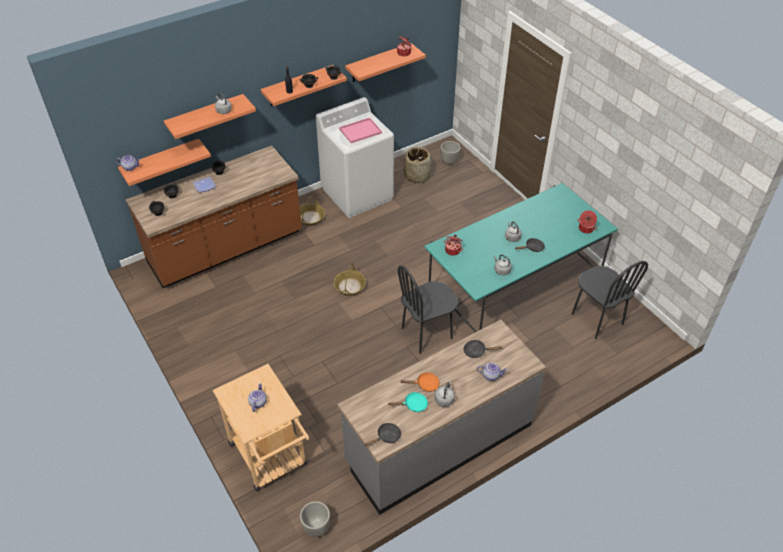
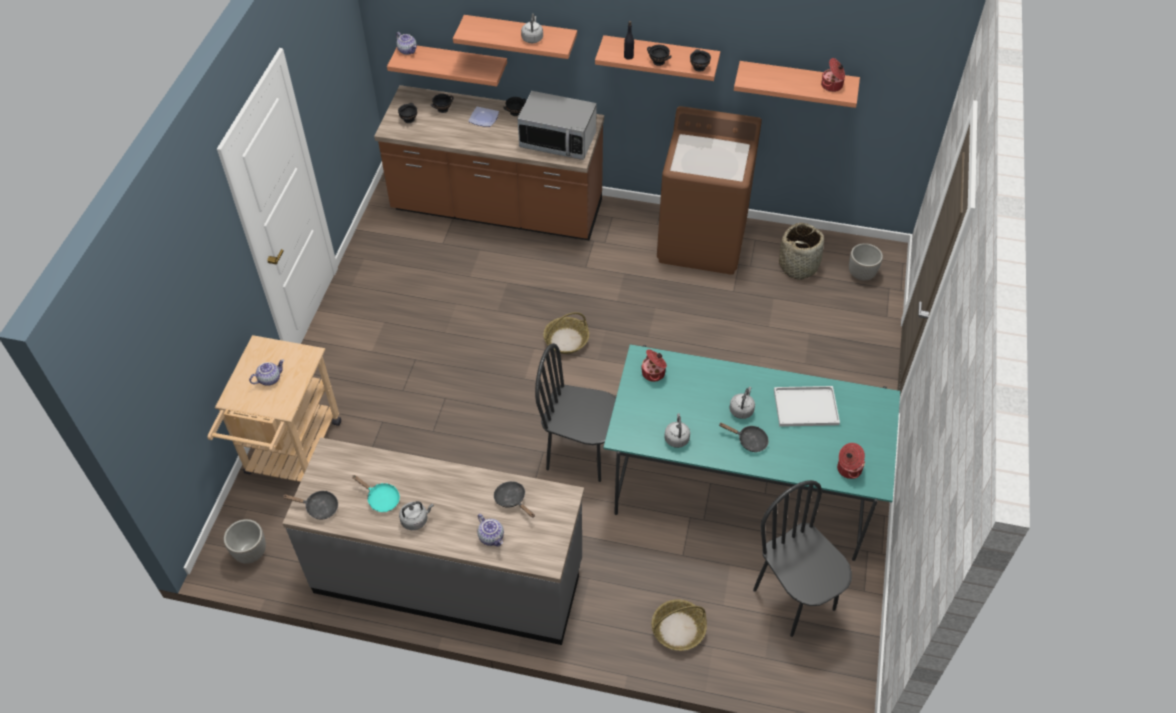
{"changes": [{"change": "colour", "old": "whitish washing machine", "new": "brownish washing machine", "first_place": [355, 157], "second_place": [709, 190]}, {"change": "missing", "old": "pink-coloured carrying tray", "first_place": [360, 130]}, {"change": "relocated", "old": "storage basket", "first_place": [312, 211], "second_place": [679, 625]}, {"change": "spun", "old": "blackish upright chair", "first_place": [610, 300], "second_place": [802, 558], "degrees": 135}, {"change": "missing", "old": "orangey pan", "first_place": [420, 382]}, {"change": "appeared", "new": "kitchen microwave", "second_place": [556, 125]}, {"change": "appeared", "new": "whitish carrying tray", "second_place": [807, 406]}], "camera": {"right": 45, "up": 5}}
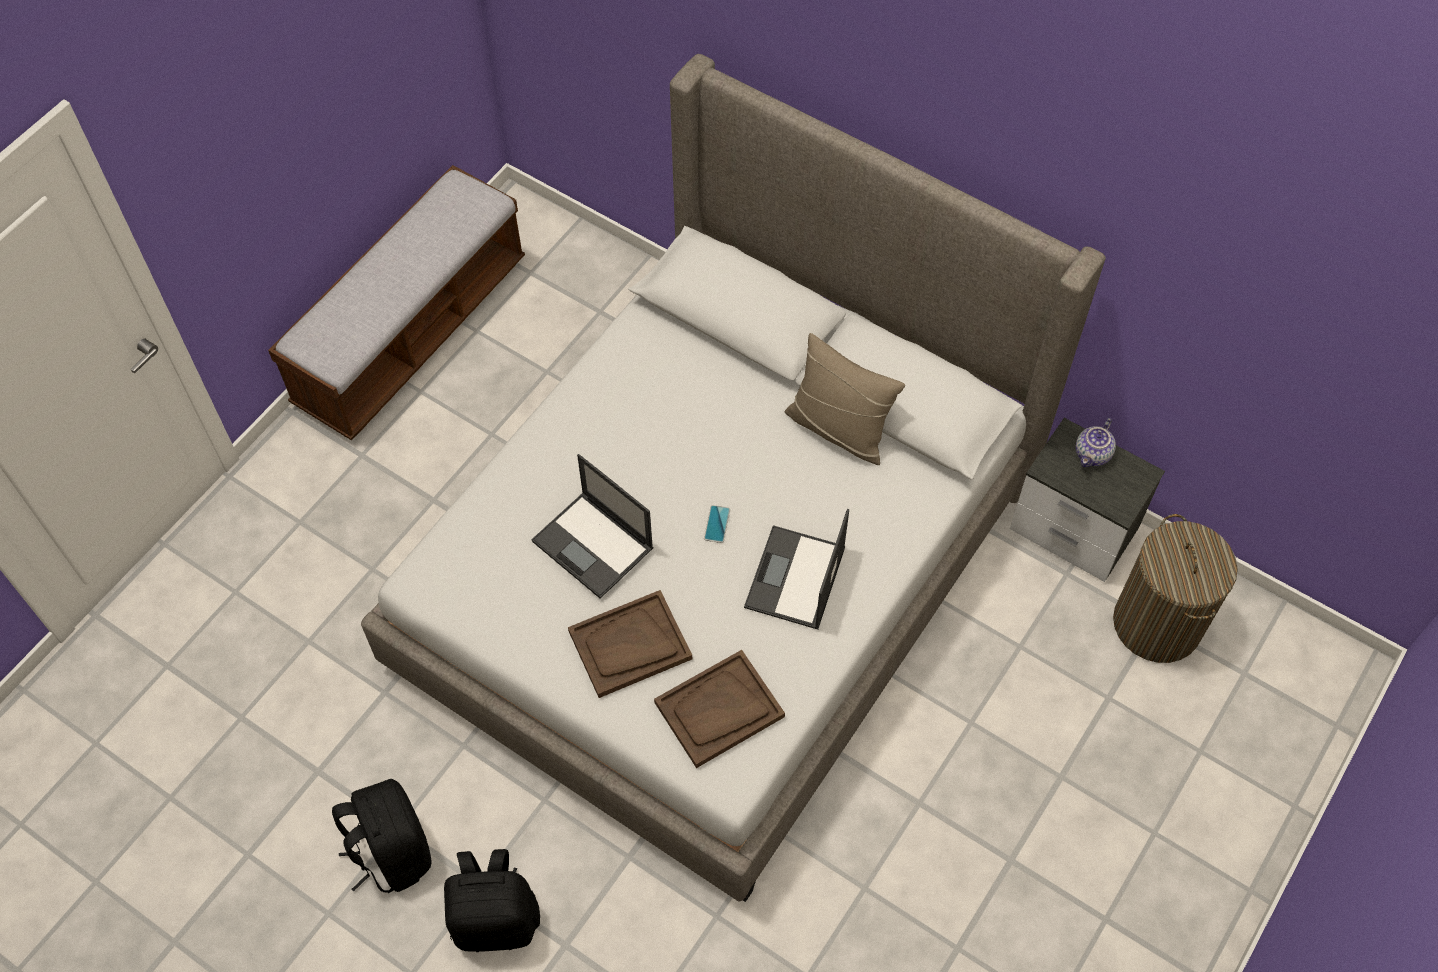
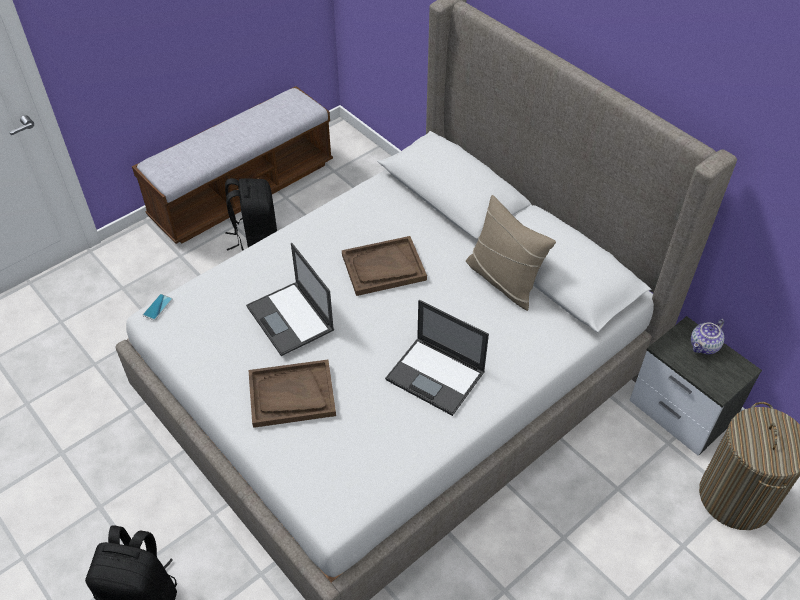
{"changes": [{"change": "relocated", "old": "handset", "first_place": [717, 524], "second_place": [158, 307]}, {"change": "spun", "old": "laptop", "first_place": [796, 569], "second_place": [437, 358], "degrees": -90}, {"change": "relocated", "old": "brownish carrying tray", "first_place": [719, 709], "second_place": [384, 266]}, {"change": "relocated", "old": "blackish knapsack", "first_place": [381, 836], "second_place": [251, 214]}], "camera": {"right": 15, "up": -10}}
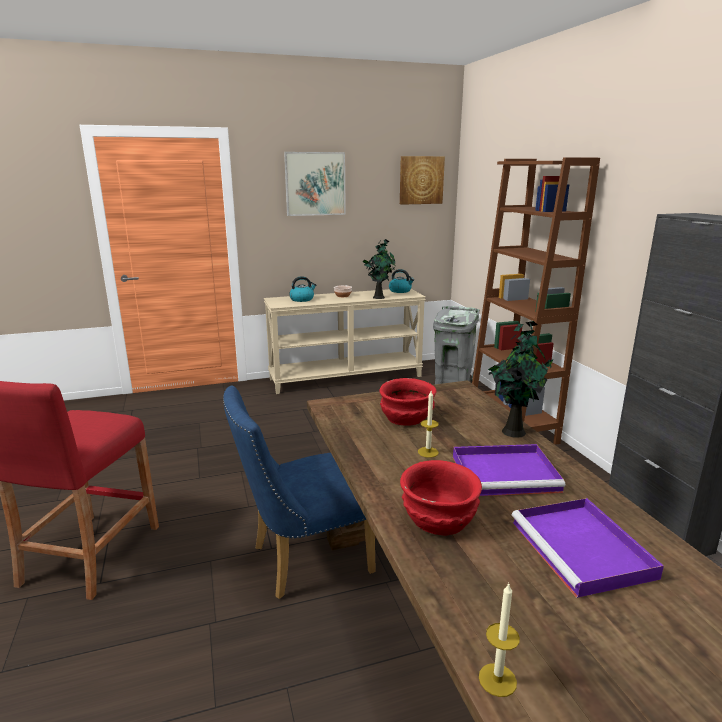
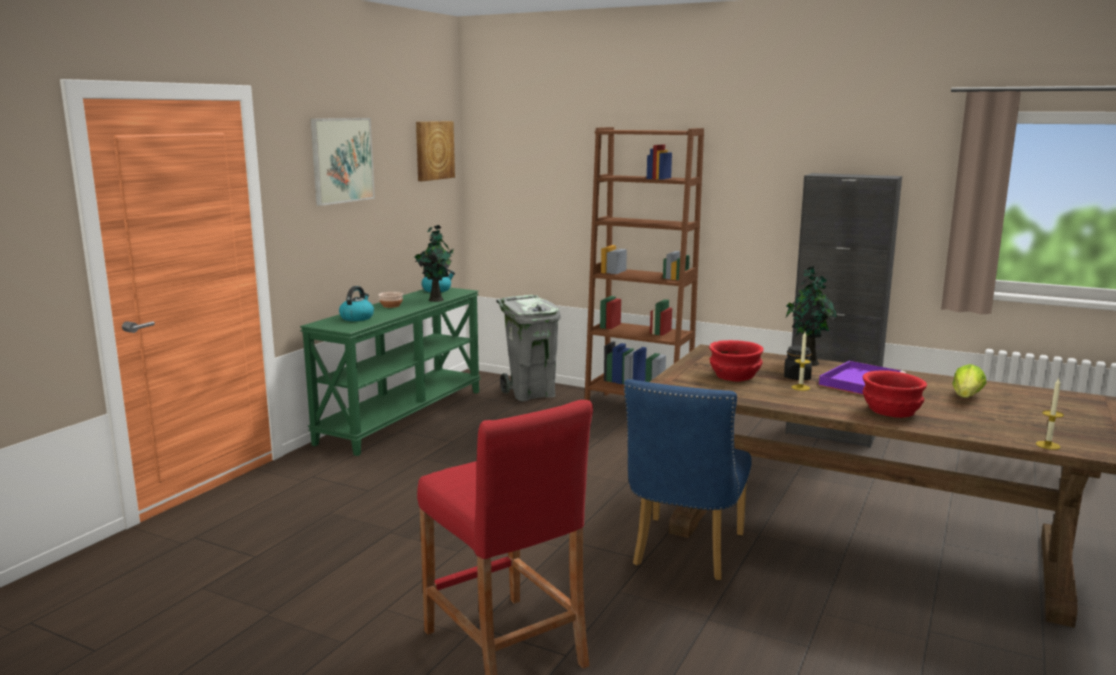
{"changes": [{"change": "colour", "old": "beige-coloured hall table", "new": "green hall table", "first_place": [345, 341], "second_place": [390, 372]}, {"change": "exchanged", "old": "purple-coloured carrying tray", "new": "lettuce head", "first_place": [588, 548], "second_place": [969, 381]}, {"change": "appeared", "new": "blackish storage jar", "second_place": [798, 362]}], "camera": {"right": -45, "up": -5}}
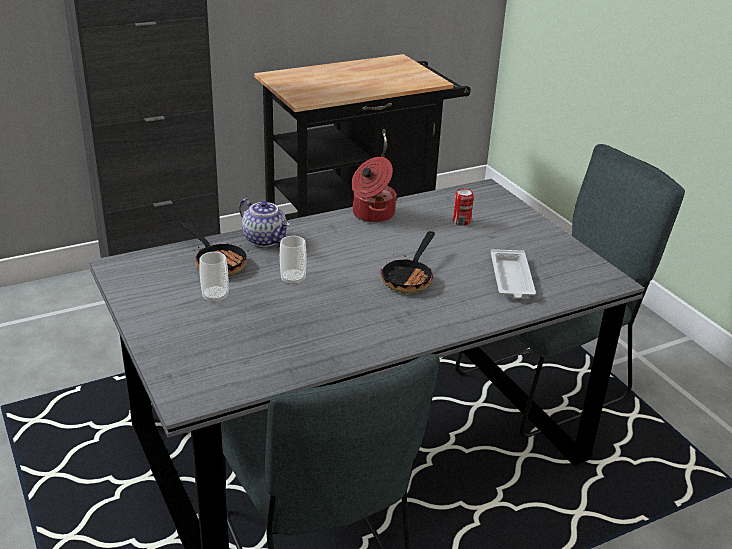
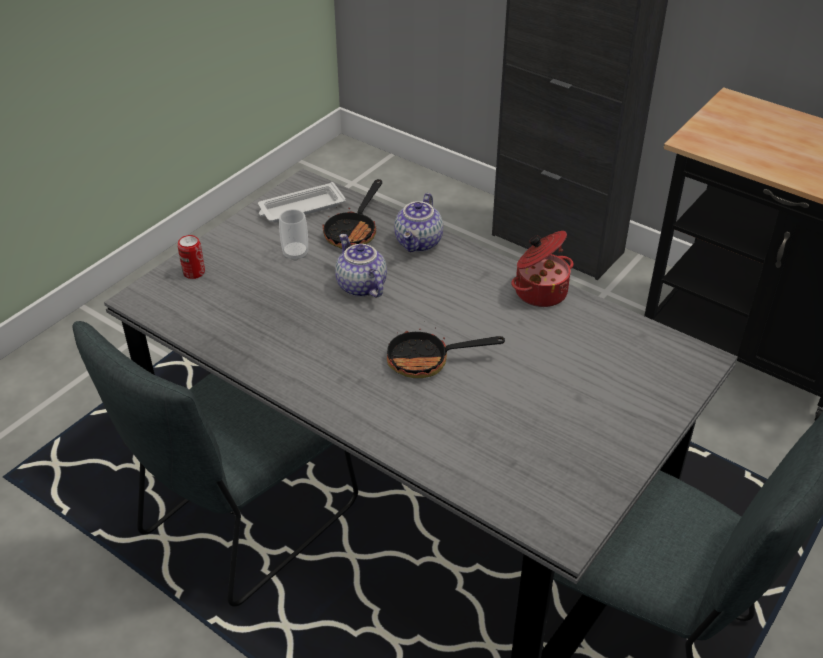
{"changes": [{"change": "relocated", "old": "can", "first_place": [463, 207], "second_place": [191, 257]}, {"change": "exchanged", "old": "small cup", "new": "teapot", "first_place": [293, 260], "second_place": [361, 266]}, {"change": "relocated", "old": "whitish carrying tray", "first_place": [513, 273], "second_place": [302, 202]}], "camera": {"right": 65, "up": 10}}
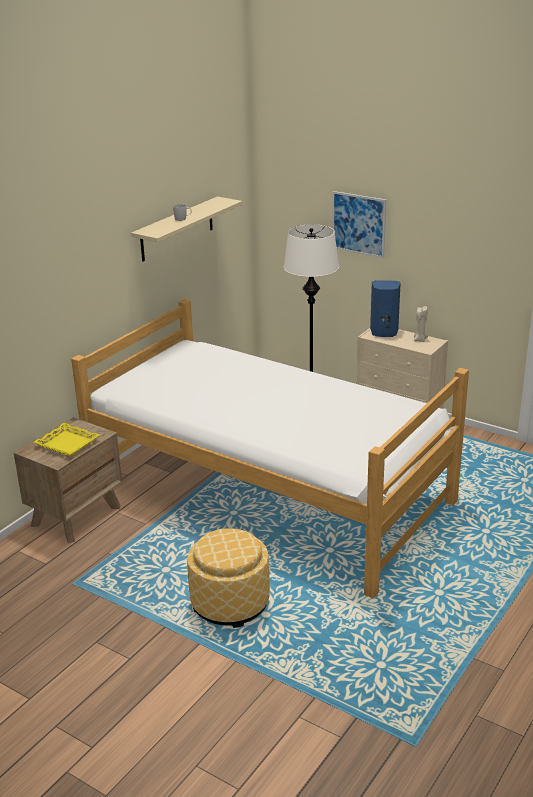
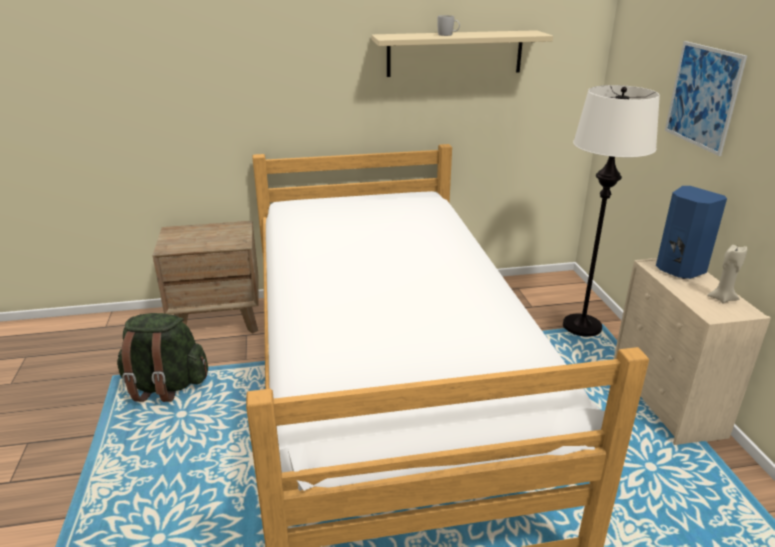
{"changes": [{"change": "missing", "old": "yellow-coloured carrying tray", "first_place": [67, 439]}, {"change": "missing", "old": "footrest", "first_place": [228, 578]}, {"change": "appeared", "new": "green knapsack", "second_place": [162, 357]}], "camera": {"right": 45, "up": 0}}
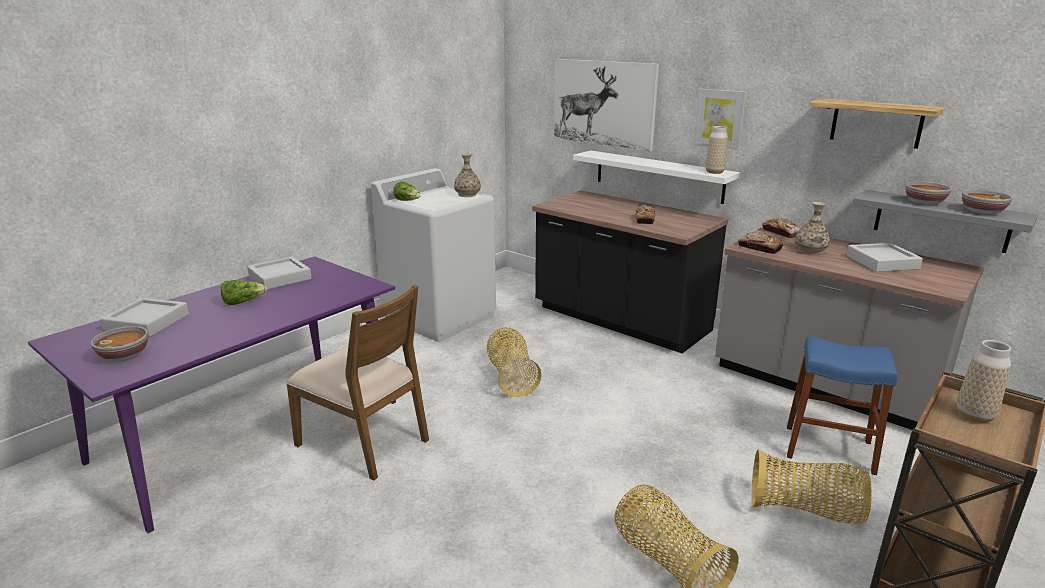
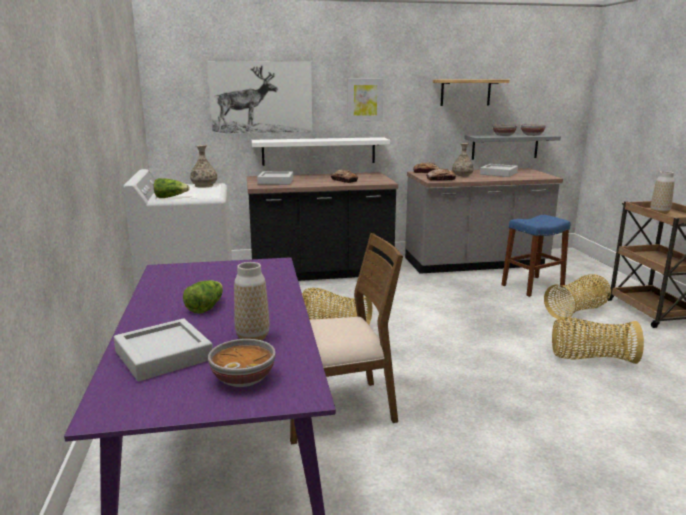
{"changes": [{"change": "relocated", "old": "flower vase", "first_place": [716, 150], "second_place": [251, 301]}, {"change": "relocated", "old": "greyish carrying tray", "first_place": [279, 273], "second_place": [275, 178]}], "camera": {"right": -50, "up": -5}}
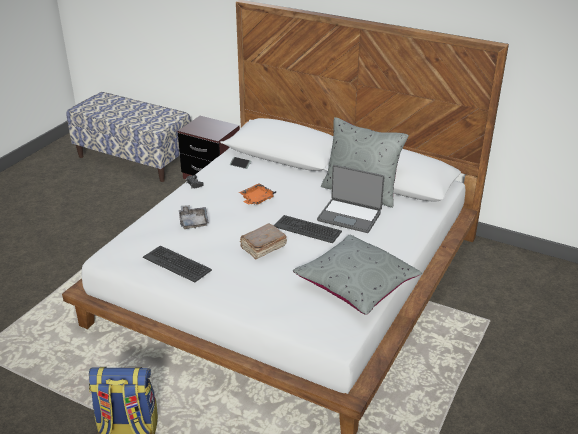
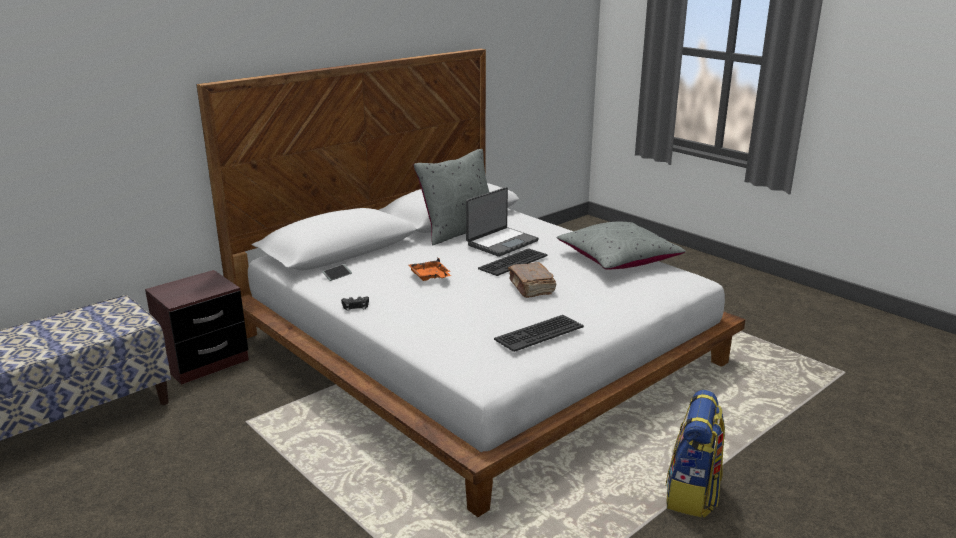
{"changes": [{"change": "missing", "old": "greyish carrying tray", "first_place": [194, 217]}], "camera": {"right": -70, "up": -10}}
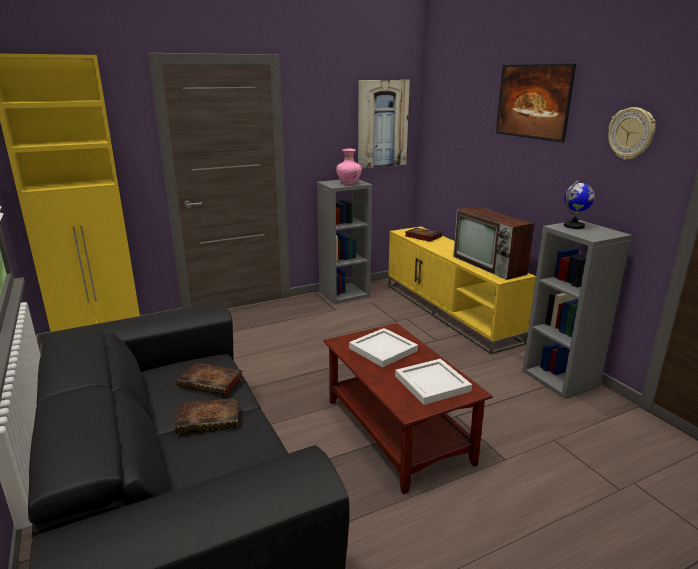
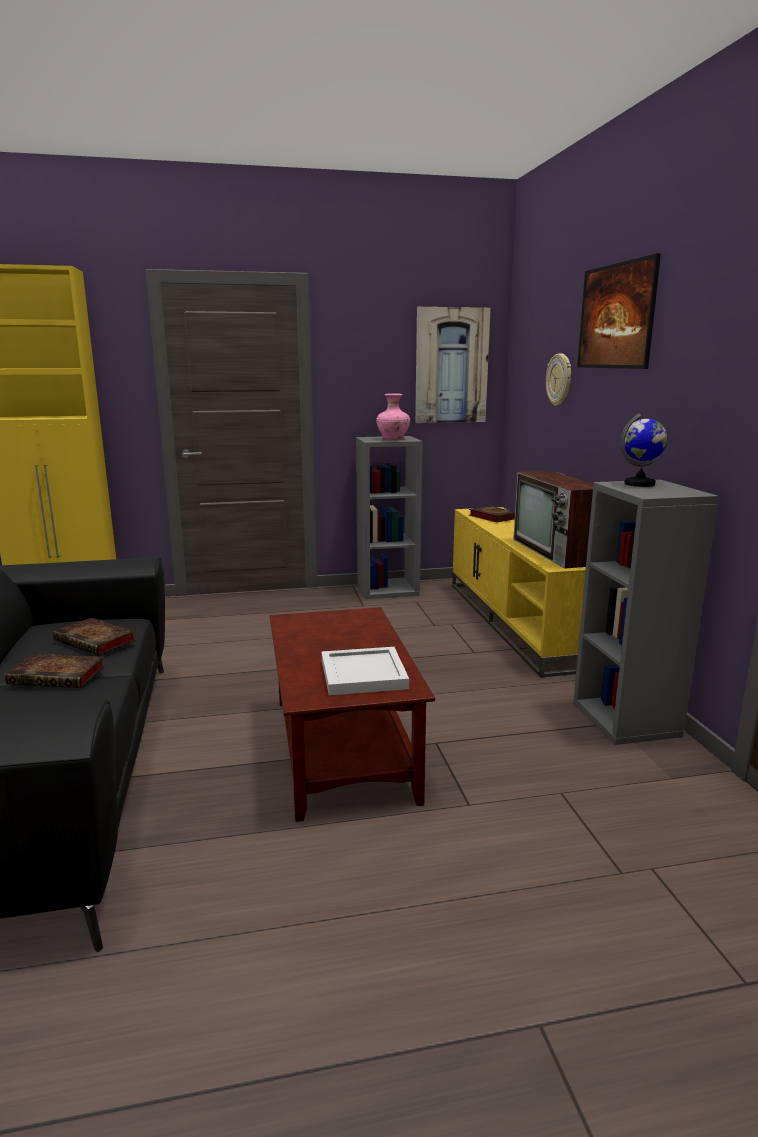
{"changes": [{"change": "relocated", "old": "hanging clock", "first_place": [632, 133], "second_place": [558, 379]}, {"change": "missing", "old": "whitish carrying tray", "first_place": [383, 348]}], "camera": {"right": 15, "up": -5}}
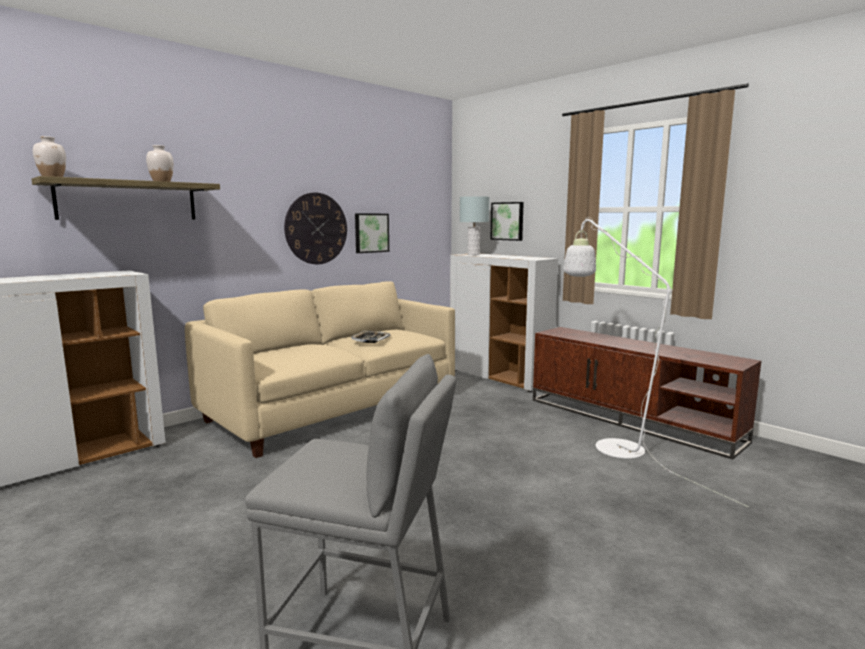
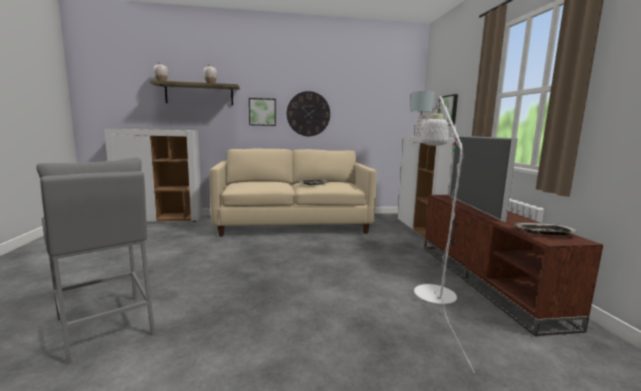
{"changes": [{"change": "relocated", "old": "picture", "first_place": [372, 233], "second_place": [262, 112]}, {"change": "appeared", "new": "television", "second_place": [483, 179]}, {"change": "appeared", "new": "carrying tray", "second_place": [547, 229]}], "camera": {"right": 35, "up": 0}}
